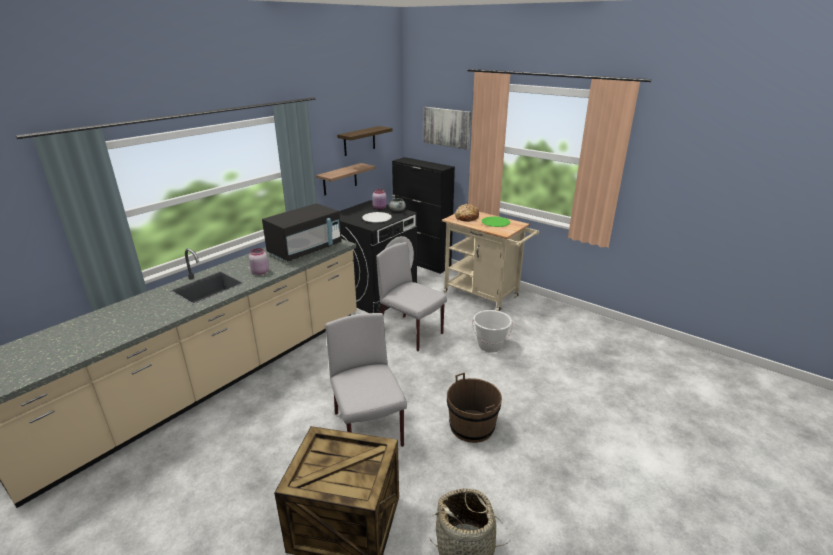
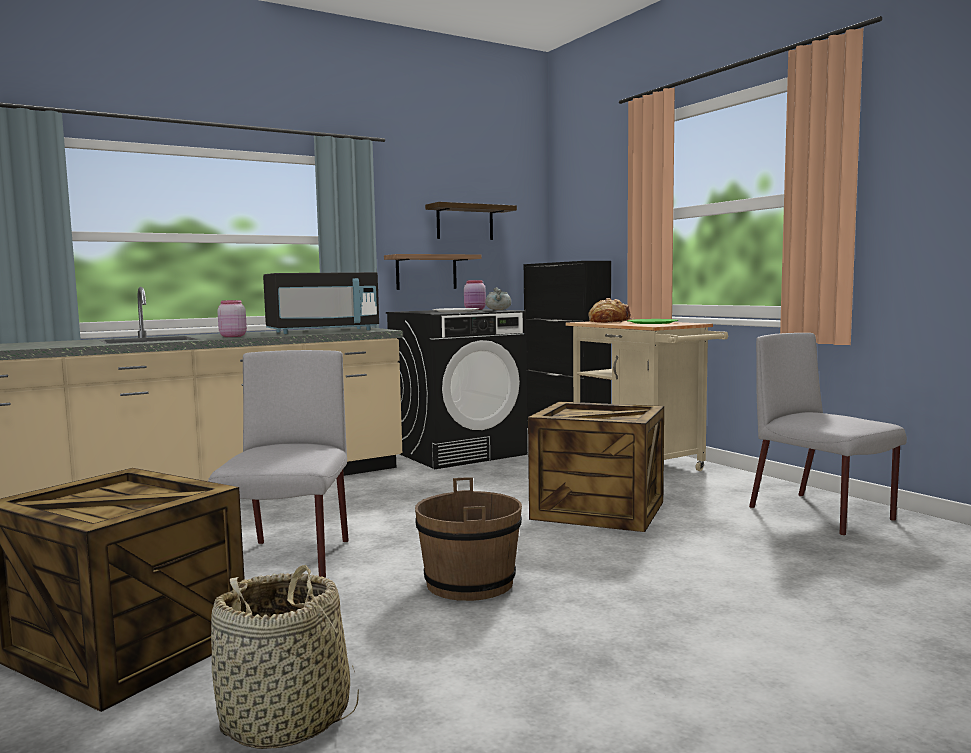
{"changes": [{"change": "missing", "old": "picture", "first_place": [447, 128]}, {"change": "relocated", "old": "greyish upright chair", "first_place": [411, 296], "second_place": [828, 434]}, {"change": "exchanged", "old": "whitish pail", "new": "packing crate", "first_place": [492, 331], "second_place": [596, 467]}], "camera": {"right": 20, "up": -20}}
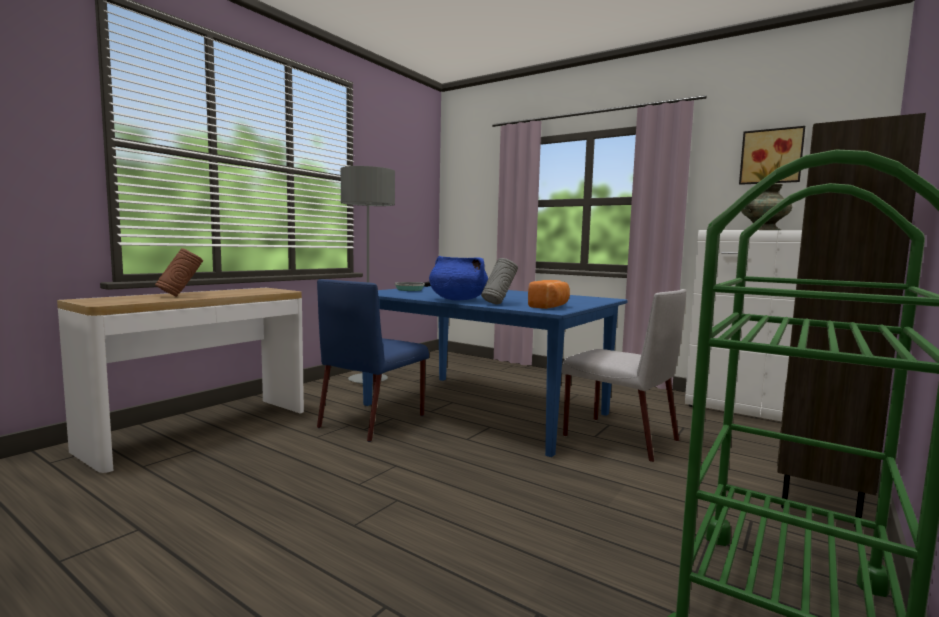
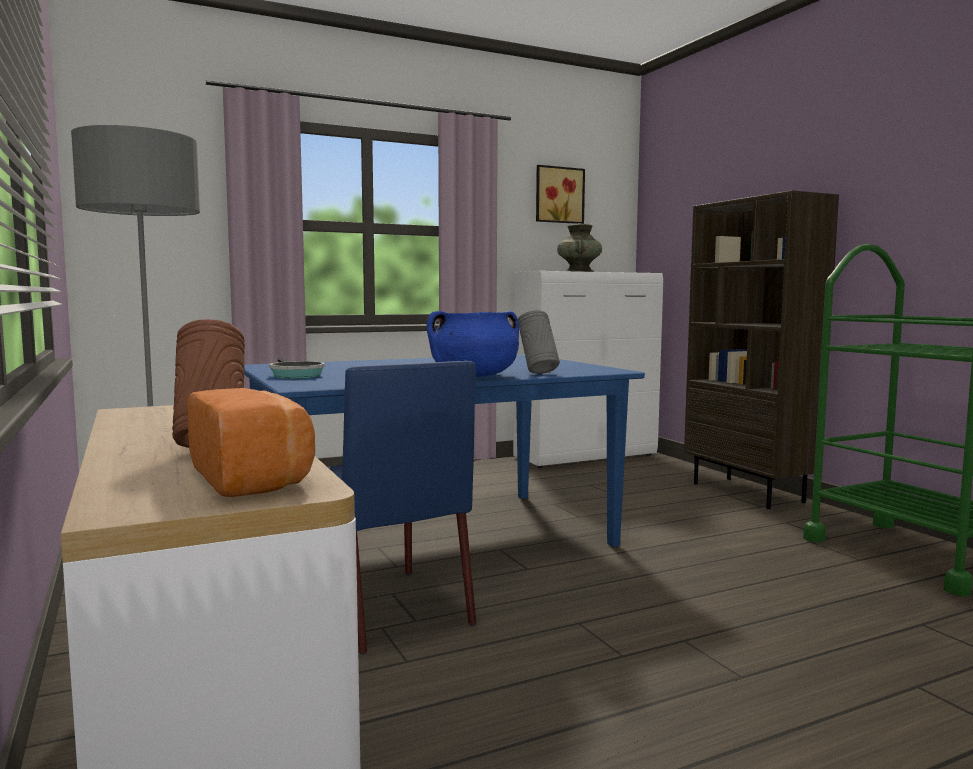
{"changes": [{"change": "relocated", "old": "baked bread", "first_place": [549, 294], "second_place": [251, 442]}, {"change": "missing", "old": "greyish upright chair", "first_place": [624, 375]}], "camera": {"right": -60, "up": 0}}
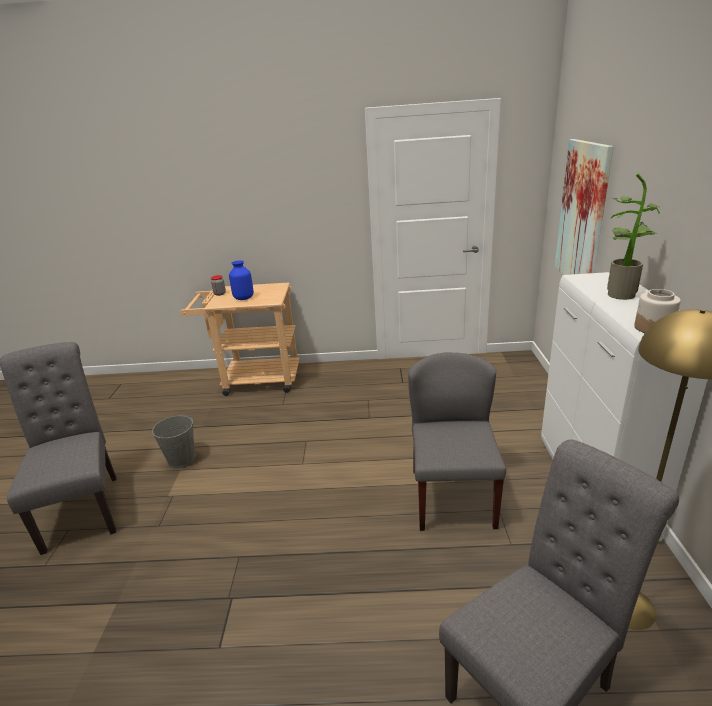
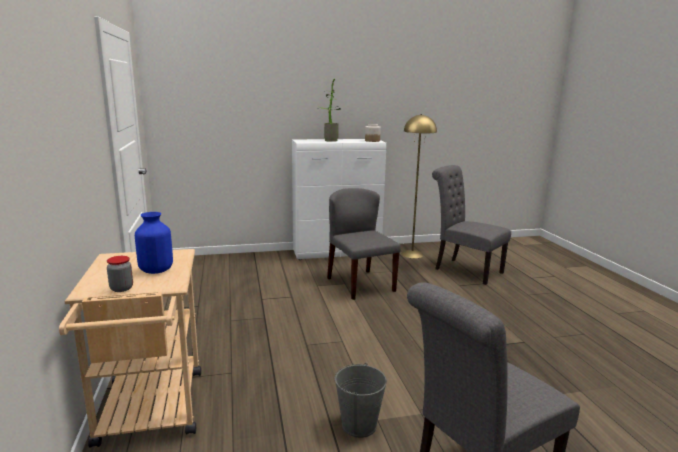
{"changes": [{"change": "missing", "old": "picture", "first_place": [584, 207]}, {"change": "spun", "old": "greyish upright chair", "first_place": [457, 442], "second_place": [364, 244], "degrees": 75}], "camera": {"right": -105, "up": -10}}
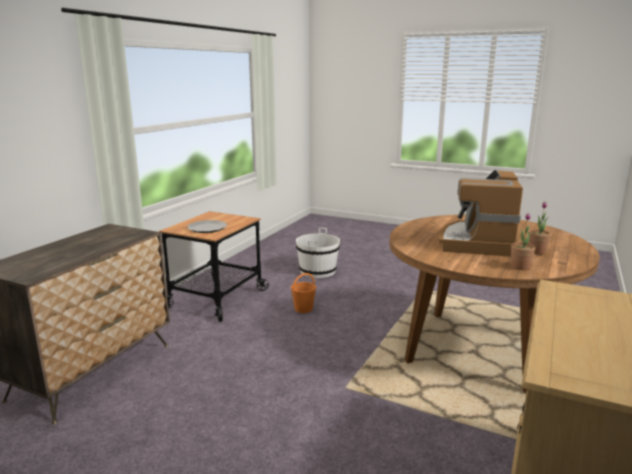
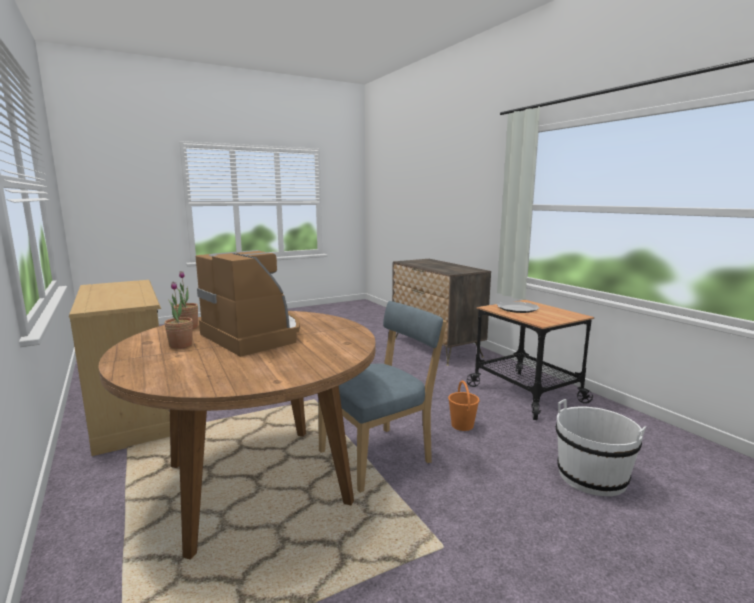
{"changes": [{"change": "appeared", "new": "bluish upright chair", "second_place": [383, 397]}], "camera": {"right": 125, "up": -5}}
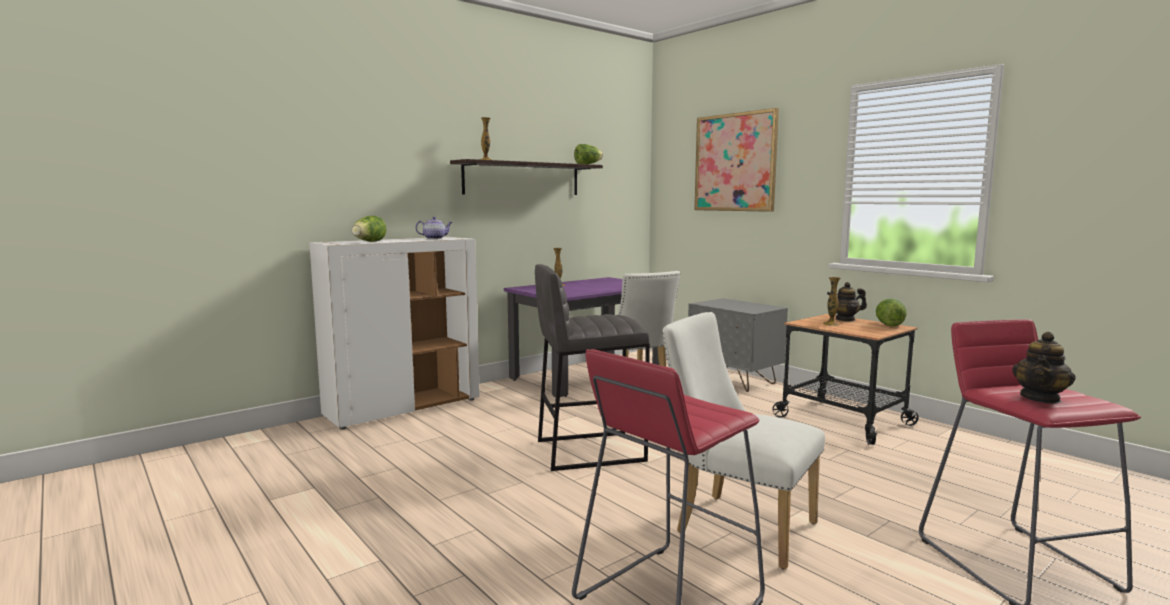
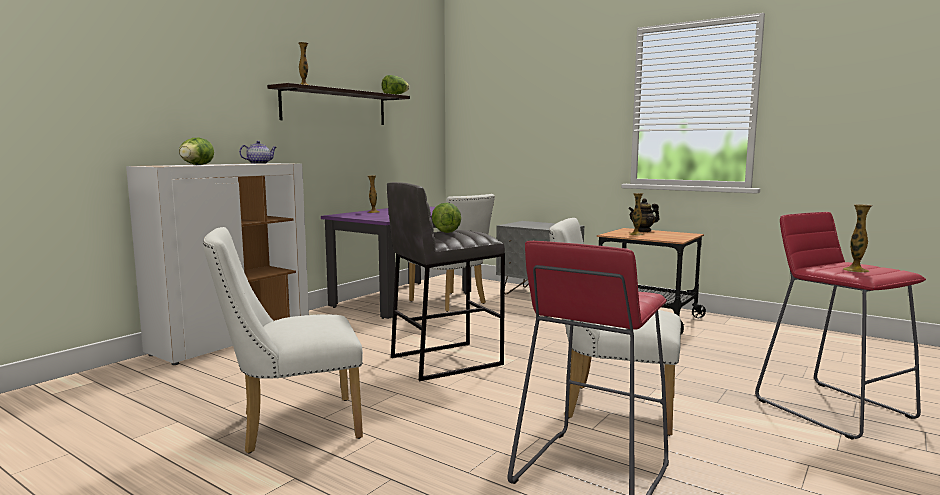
{"changes": [{"change": "missing", "old": "picture", "first_place": [736, 160]}, {"change": "relocated", "old": "lettuce head", "first_place": [891, 313], "second_place": [446, 218]}, {"change": "exchanged", "old": "teapot", "new": "flower vase", "first_place": [1044, 368], "second_place": [858, 238]}, {"change": "appeared", "new": "whitish upright chair", "second_place": [283, 340]}], "camera": {"right": -15, "up": 0}}
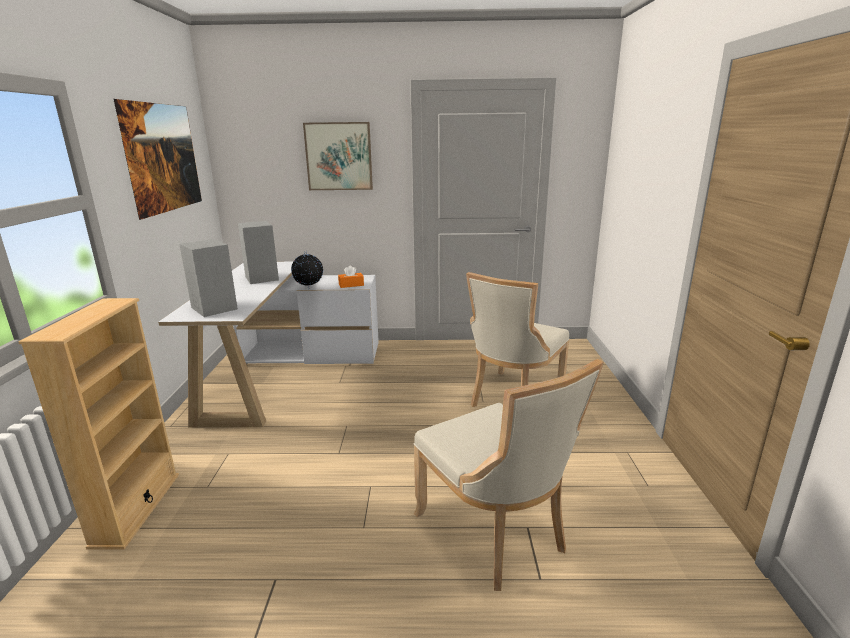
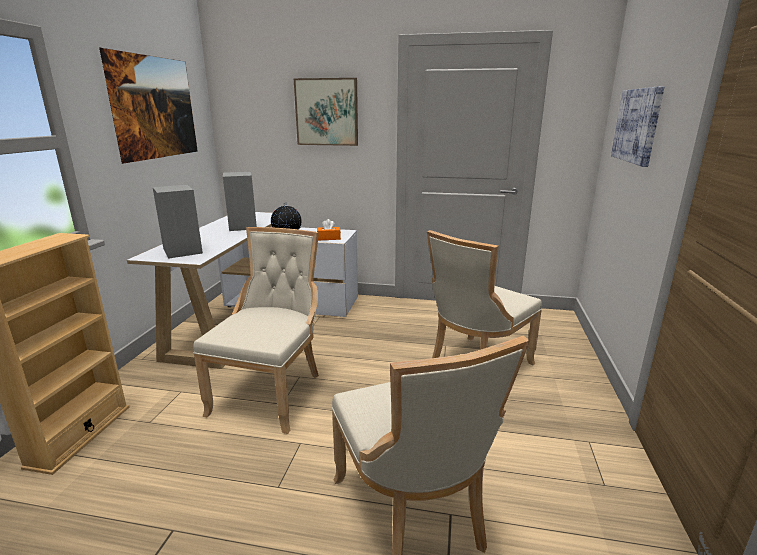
{"changes": [{"change": "appeared", "new": "picture", "second_place": [638, 126]}, {"change": "appeared", "new": "beige-coloured upright chair", "second_place": [256, 330]}], "camera": {"right": 10, "up": 0}}
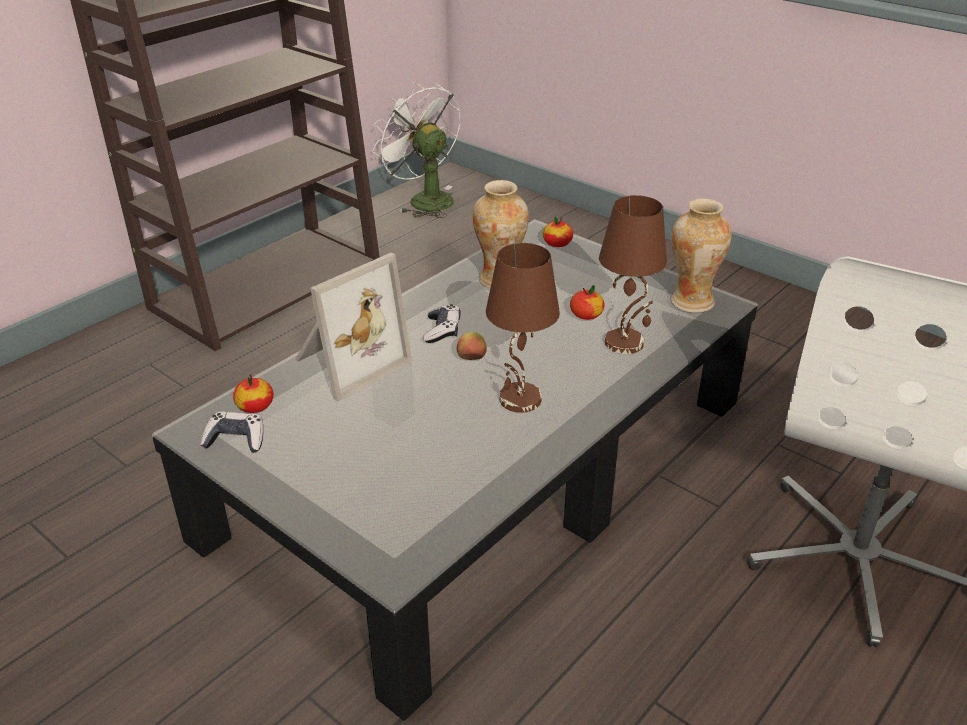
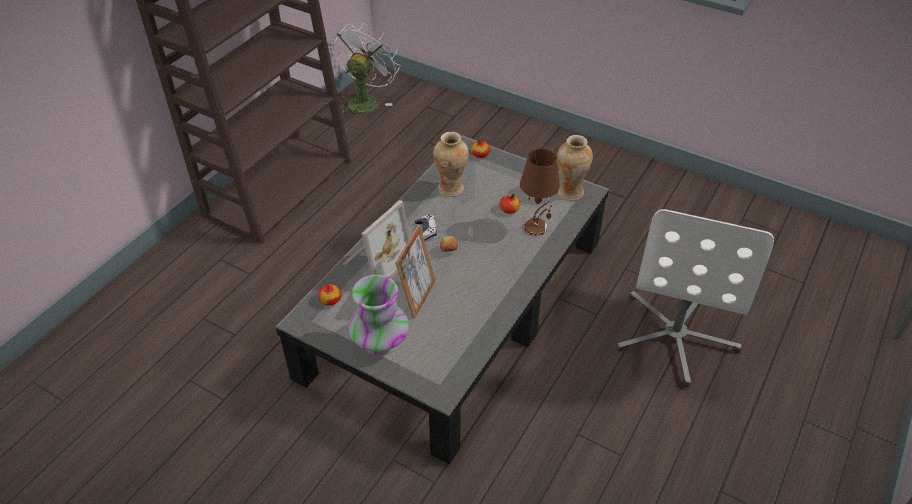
{"changes": [{"change": "spun", "old": "whitish fan", "first_place": [416, 150], "second_place": [366, 69], "degrees": 75}, {"change": "missing", "old": "brownish tabletop lamp", "first_place": [523, 328]}, {"change": "missing", "old": "gamepad", "first_place": [231, 432]}, {"change": "appeared", "new": "picture frame", "second_place": [415, 272]}, {"change": "appeared", "new": "flower vase", "second_place": [378, 315]}], "camera": {"right": -10, "up": 10}}
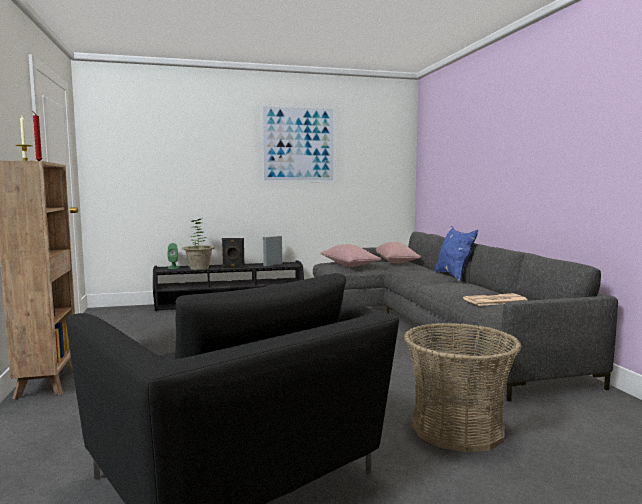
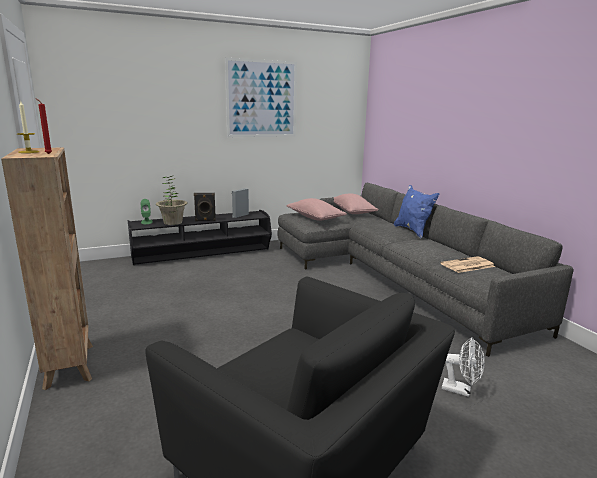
{"changes": [{"change": "exchanged", "old": "storage basket", "new": "whitish fan", "first_place": [463, 388], "second_place": [463, 367]}], "camera": {"right": -10, "up": 10}}
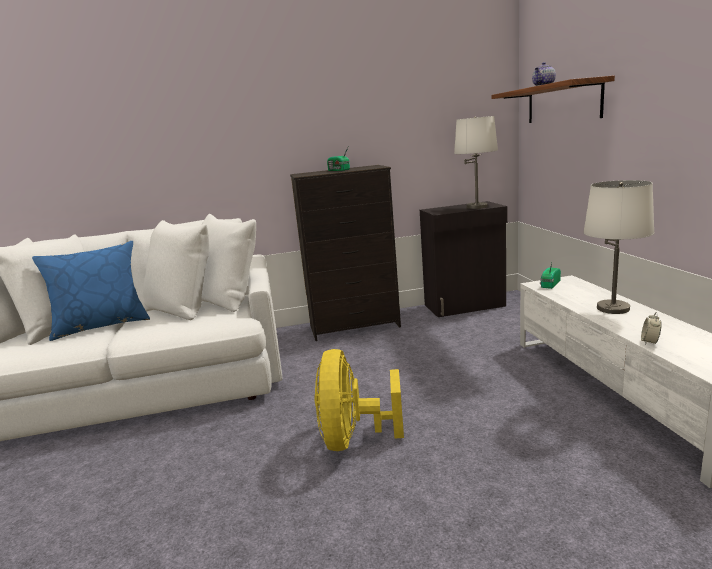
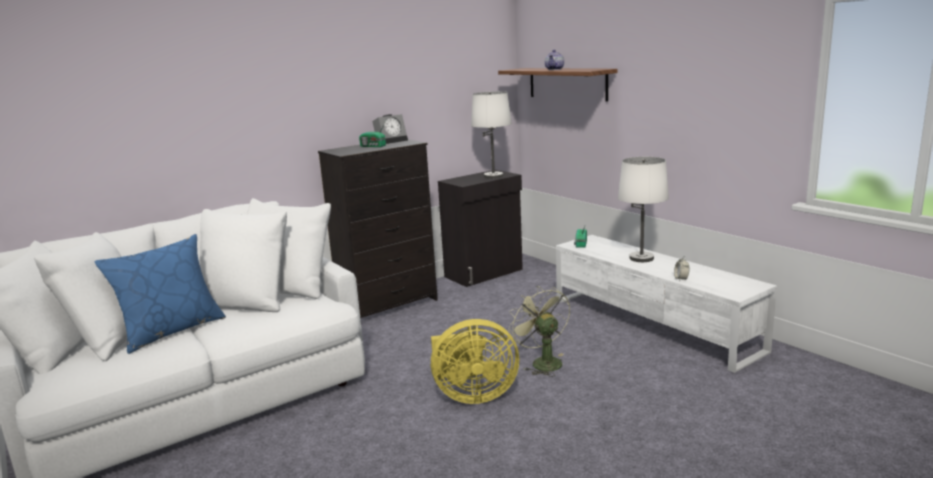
{"changes": [{"change": "spun", "old": "yellow-coloured fan", "first_place": [359, 400], "second_place": [475, 361], "degrees": -75}, {"change": "appeared", "new": "alarm clock", "second_place": [390, 129]}, {"change": "appeared", "new": "green fan", "second_place": [539, 331]}], "camera": {"right": -25, "up": 0}}
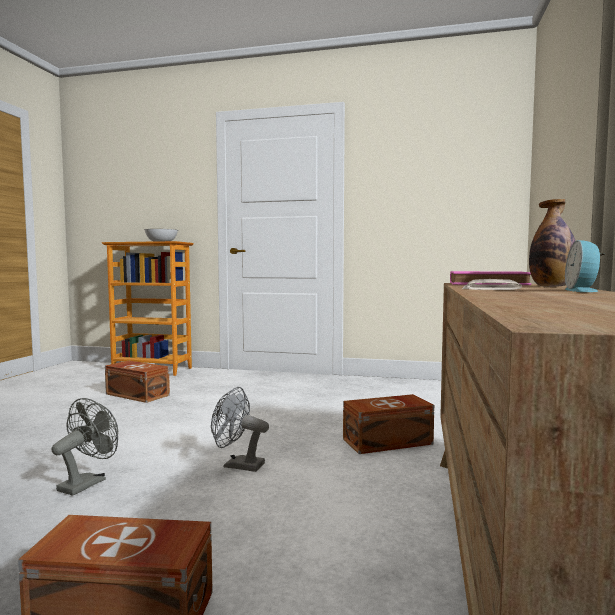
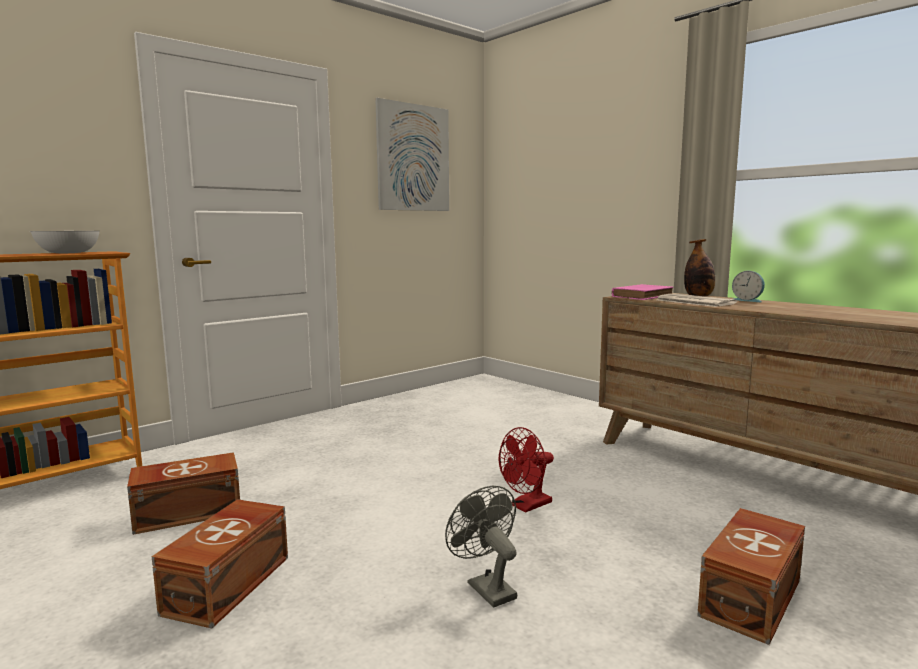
{"changes": [{"change": "colour", "old": "greyish fan", "new": "reddish fan", "first_place": [240, 429], "second_place": [526, 470]}, {"change": "relocated", "old": "brownish storage bin", "first_place": [388, 424], "second_place": [219, 563]}, {"change": "appeared", "new": "picture", "second_place": [412, 154]}], "camera": {"right": -55, "up": 5}}
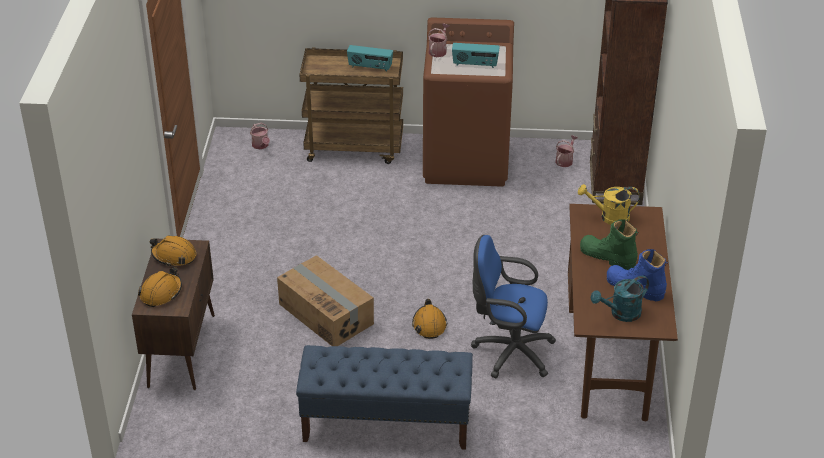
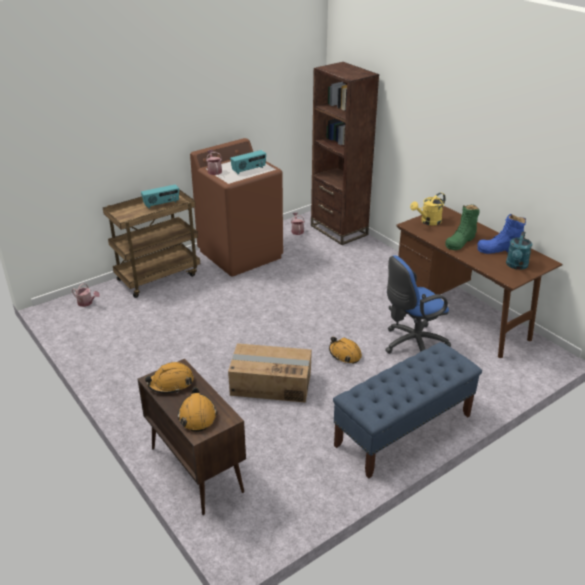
{"changes": [{"change": "spun", "old": "green tall boot", "first_place": [609, 244], "second_place": [462, 227], "degrees": -45}], "camera": {"right": -40, "up": -5}}
